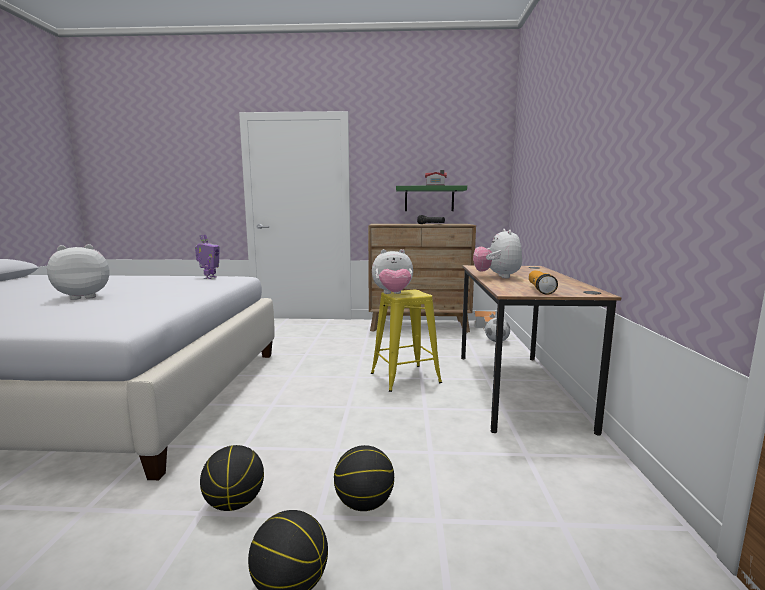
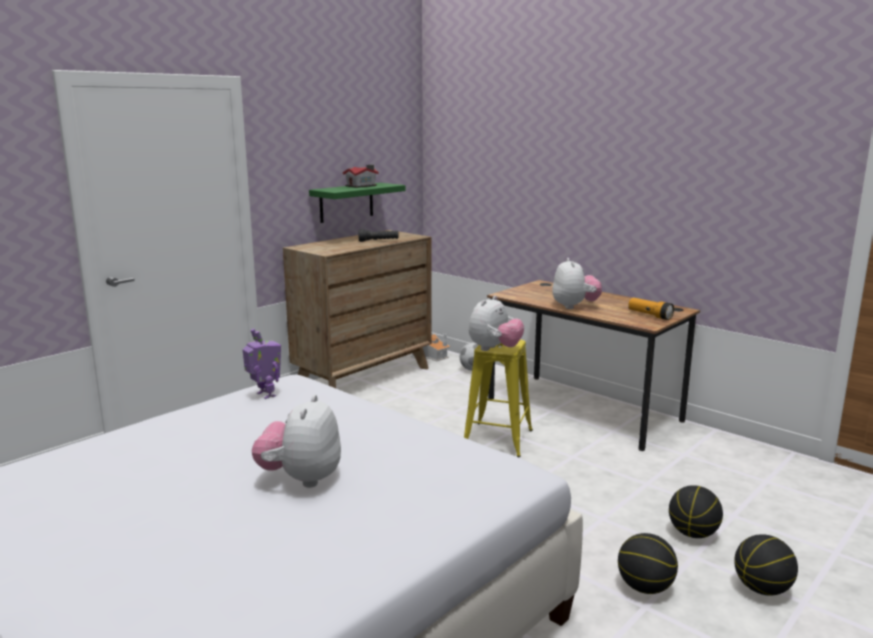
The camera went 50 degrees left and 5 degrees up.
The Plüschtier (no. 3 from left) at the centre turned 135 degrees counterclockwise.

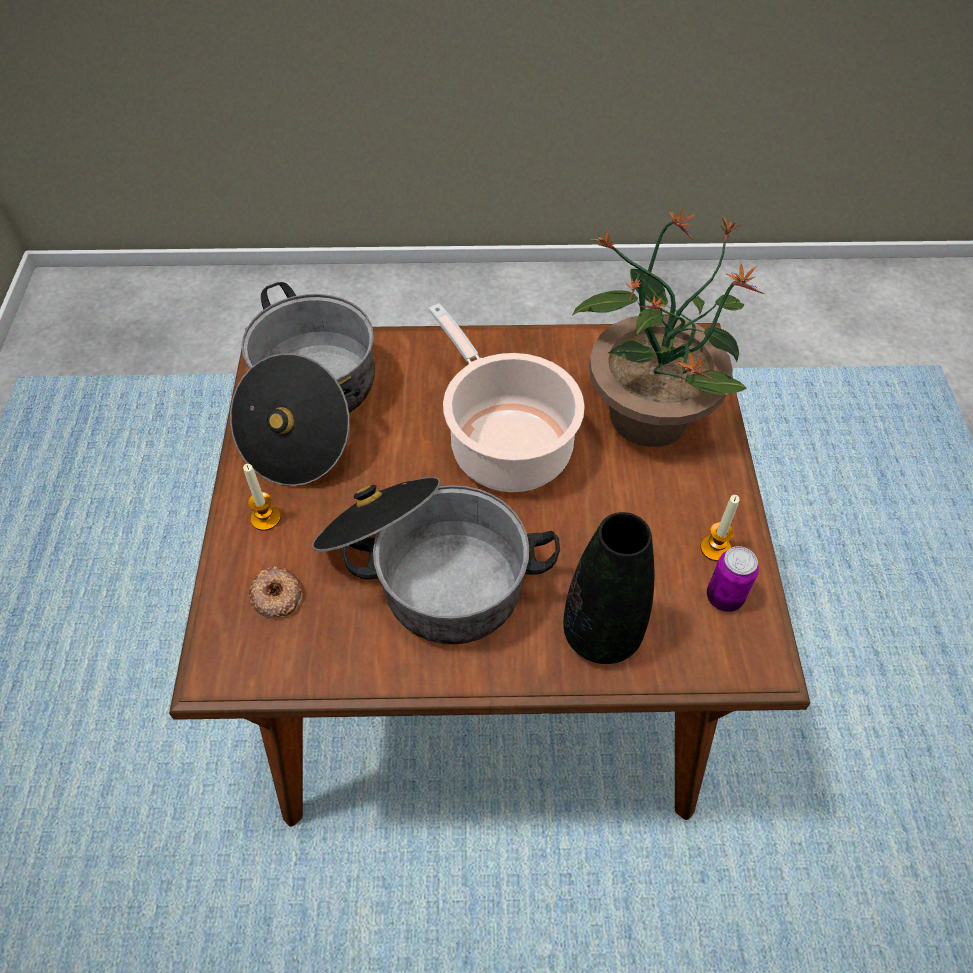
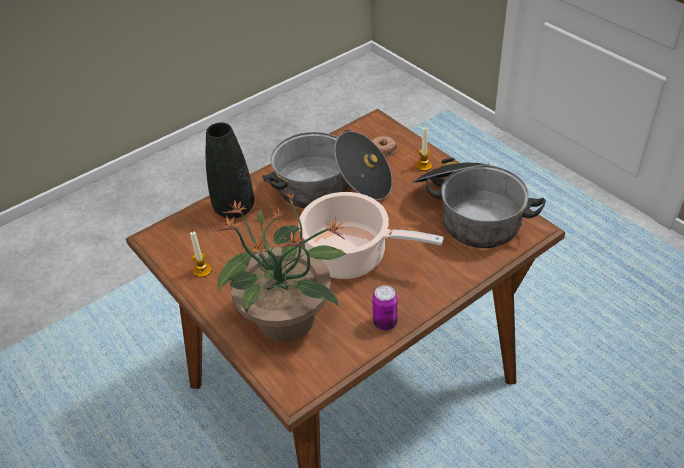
The camera went 145 degrees right and 10 degrees down.
The Dose moved from the middle right to the centre.

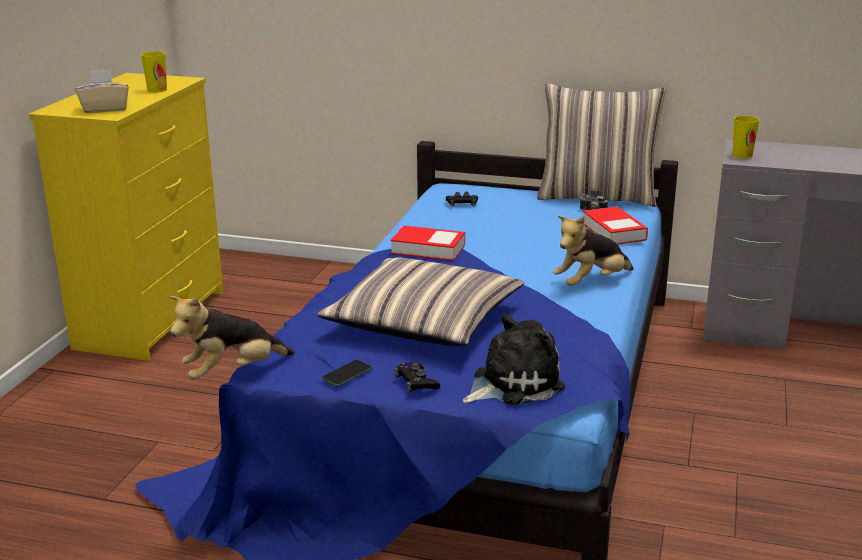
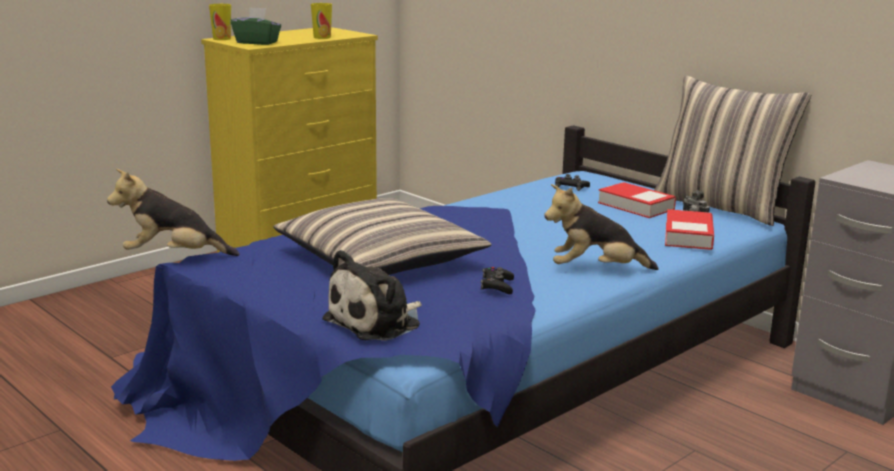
The camera went 30 degrees right and 5 degrees down.
The Tasse (no. 2 from left in the first image) moved from the top right to the top left.
The Taschentuchbox/beige at the top left became the Taschentuchbox/grün at the top left.
The Plüschtier (no. 2 from left) at the centre turned 135 degrees clockwise.
The Gamepad/schwarz (no. 1 from left) moved from the bottom centre to the centre.
The Buch (no. 1 from left) moved from the centre to the middle right.
The Handy at the centre disappeared.

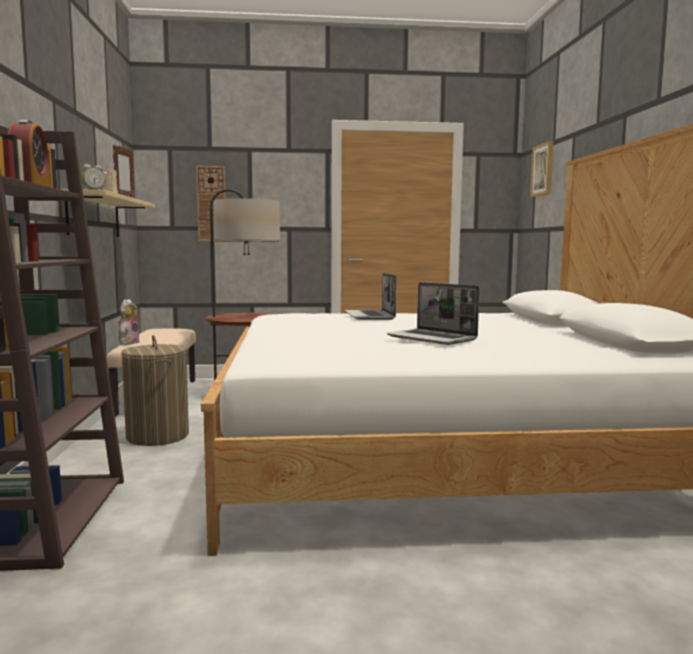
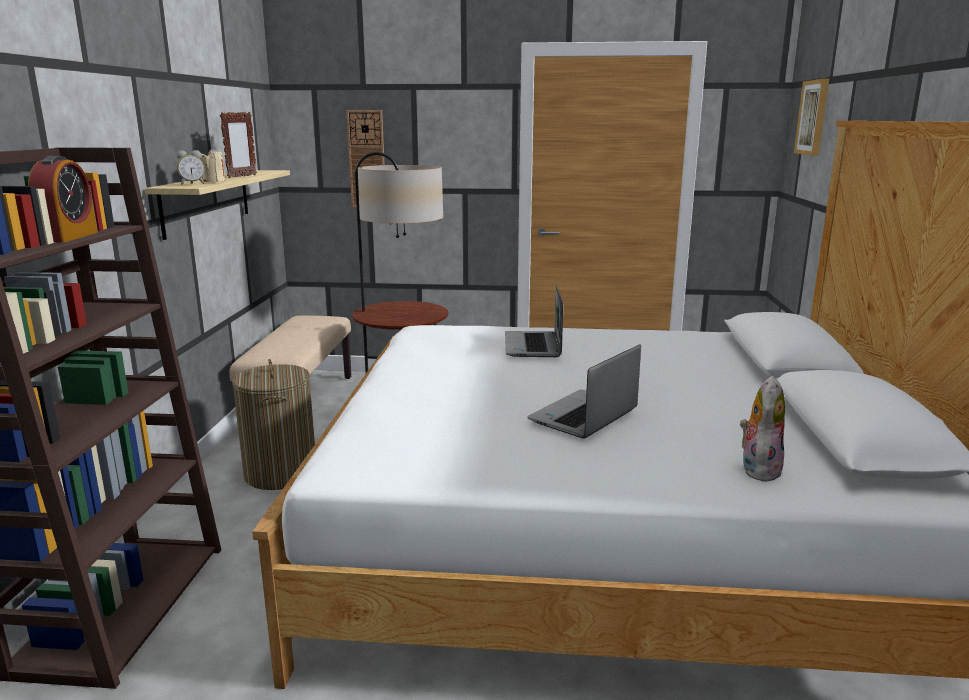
The camera went 10 degrees right and 10 degrees up.
The Laptop (no. 2 from left) at the centre turned 75 degrees clockwise.
The Plüschtier moved from the middle left to the middle right.

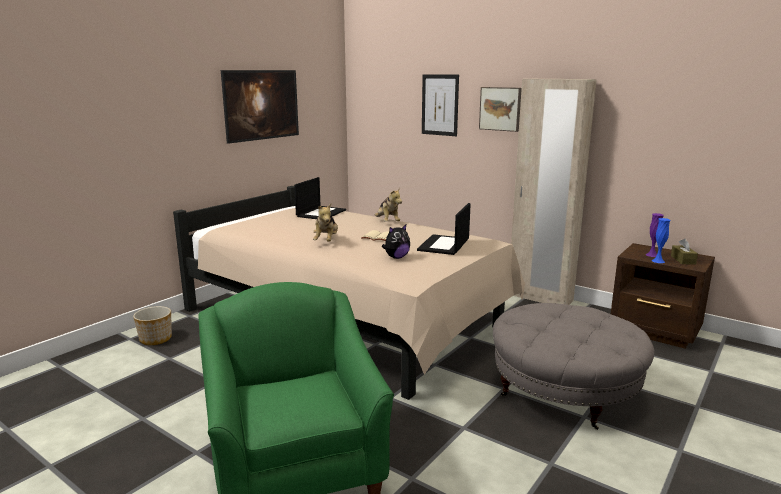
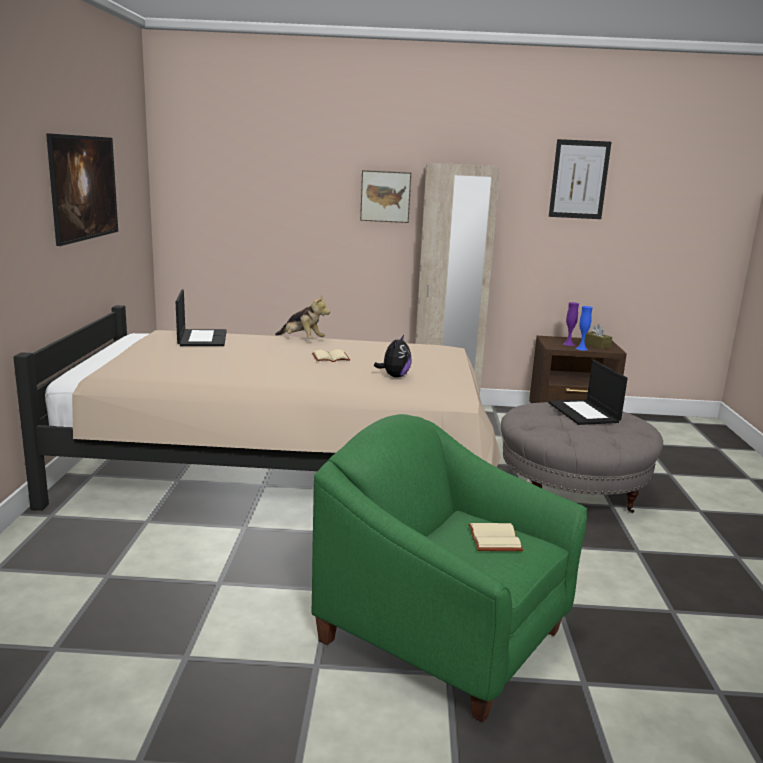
The camera went 35 degrees left and 0 degrees up.
The Buch/beige (no. 2 from left) at the bottom centre appeared.
The Bild (no. 2 from left in the first image) moved from the top centre to the top right.
The Laptop (no. 2 from left) moved from the centre to the middle right.
The Pflanzkübel at the middle left disappeared.
The Plüschtier (no. 1 from left) at the centre disappeared.

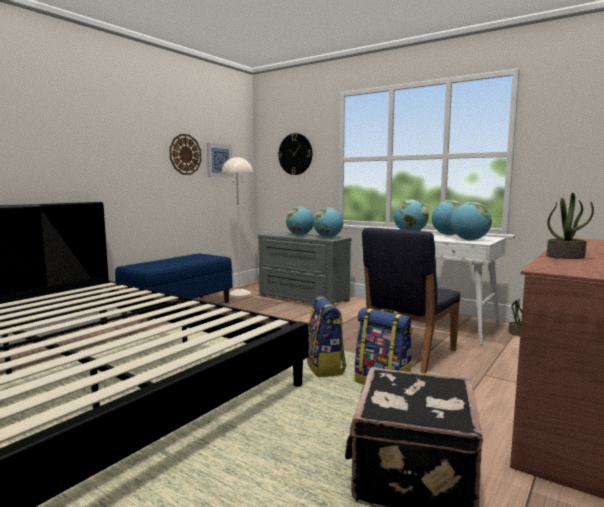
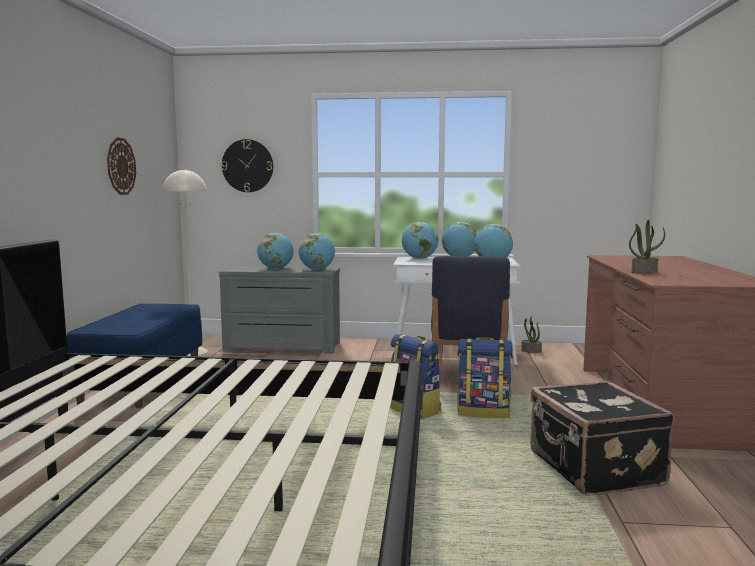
The camera went 30 degrees left and 0 degrees up.
The Bild at the top centre disappeared.

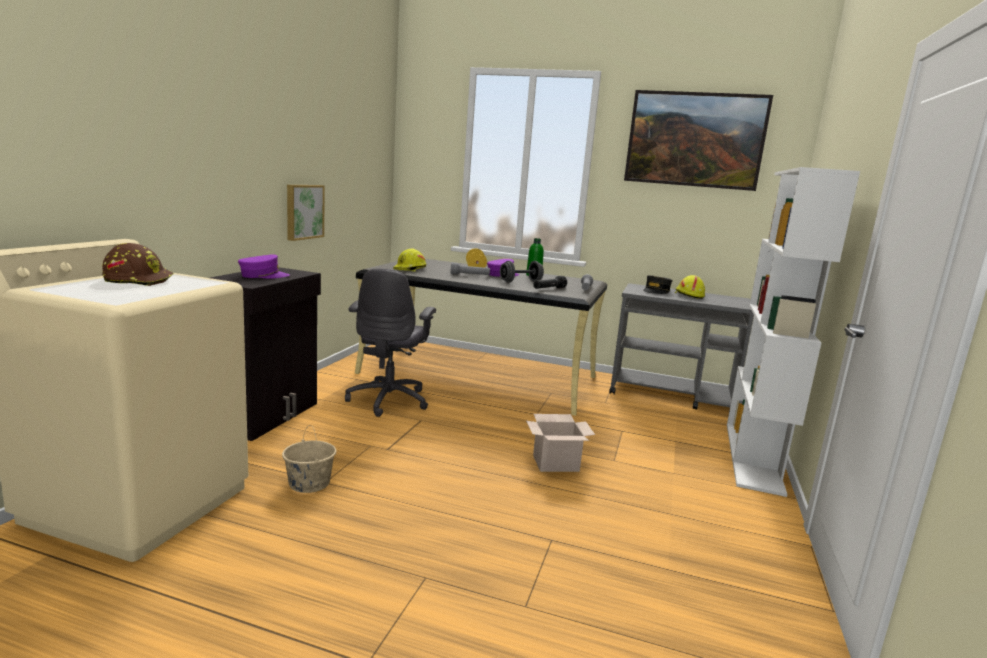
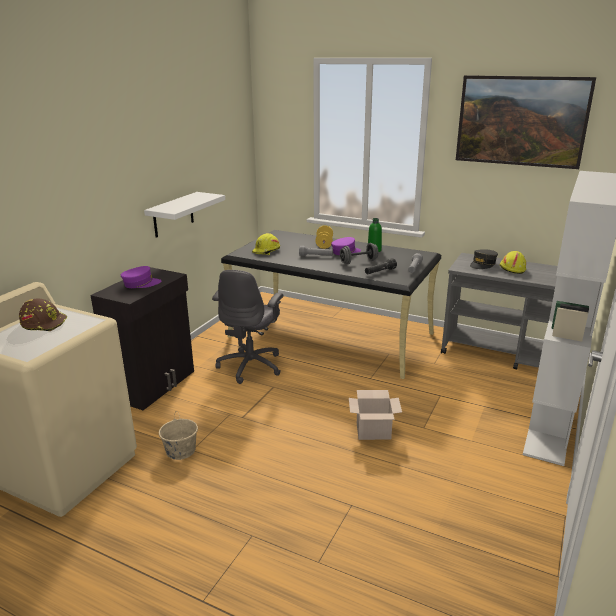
The camera went 10 degrees right and 10 degrees up.
The Bild (no. 1 from left) at the top left was replaced by the Wandregal/weiß at the middle left.

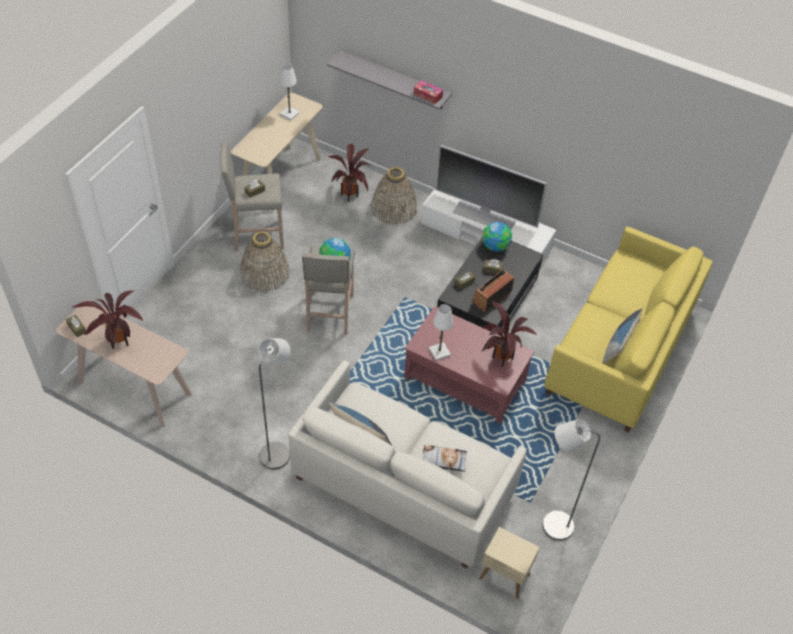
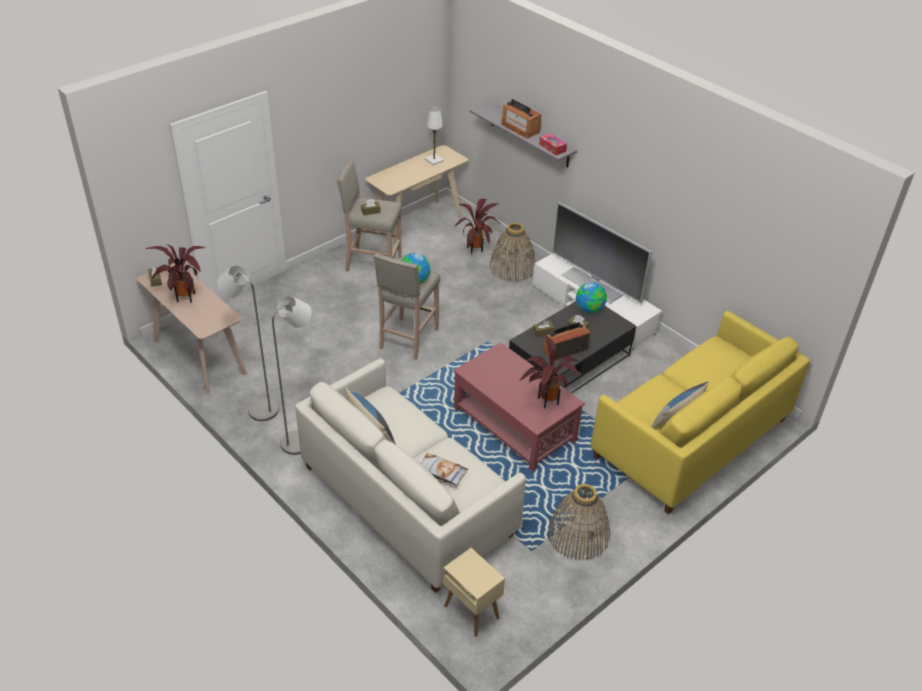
The camera went 20 degrees right and 10 degrees down.
The Stehlampe/grau (no. 2 from left in the first image) moved from the bottom right to the middle left.
The Radio (no. 1 from left) at the top centre appeared.
The Korb (no. 1 from left in the first image) moved from the centre to the bottom centre.
The Tischlampe/weiß (no. 2 from left) at the centre disappeared.

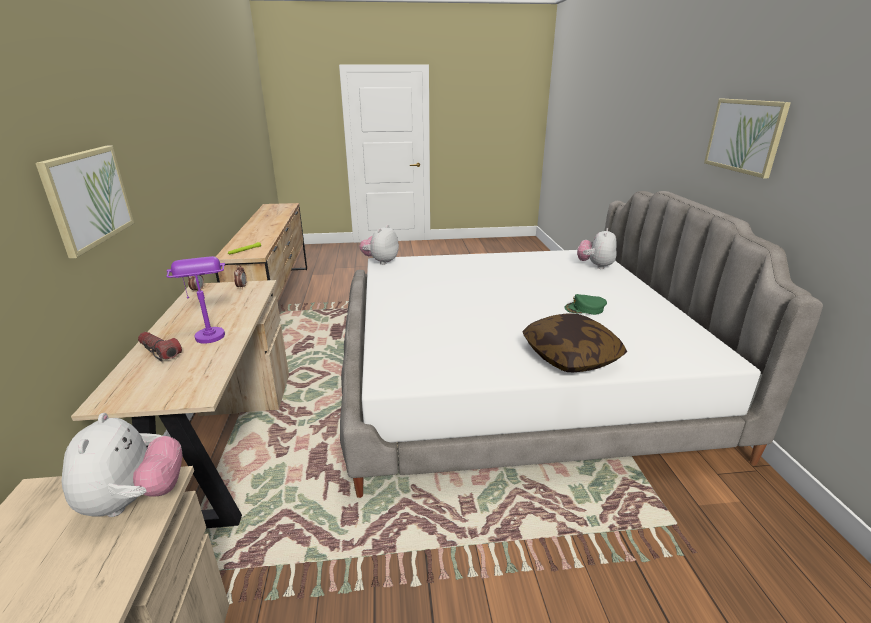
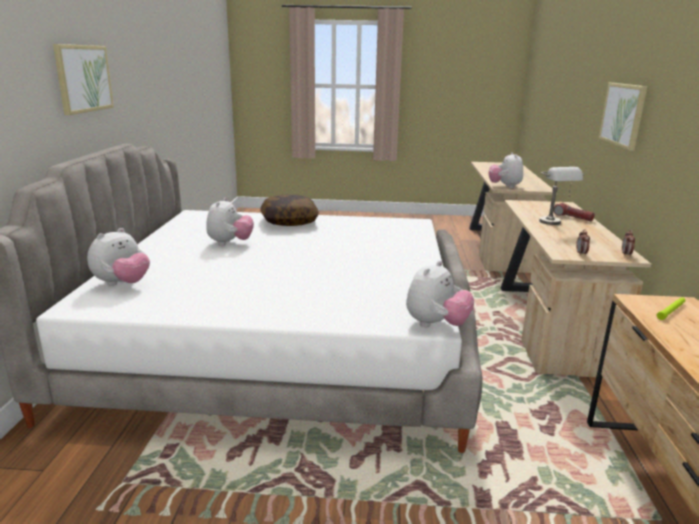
The camera went 170 degrees left and 5 degrees down.
The Kappe/grün at the middle right was replaced by the Plüschtier (no. 2 from left) at the middle left.
The Tischlampe/lila at the middle left became the Tischlampe/grau at the middle right.

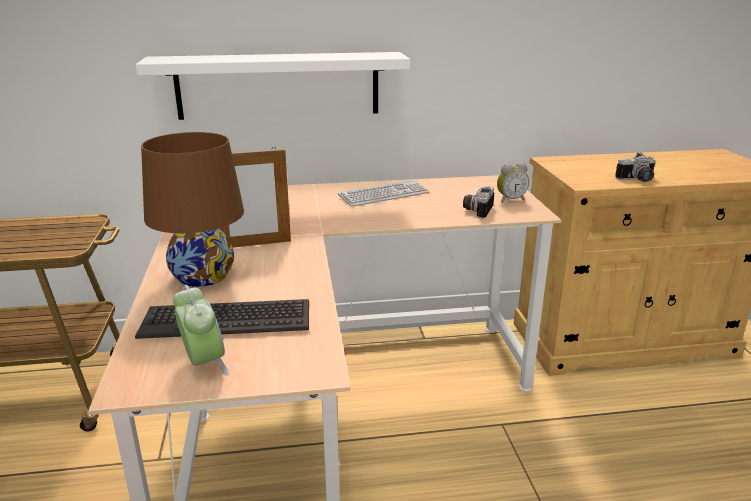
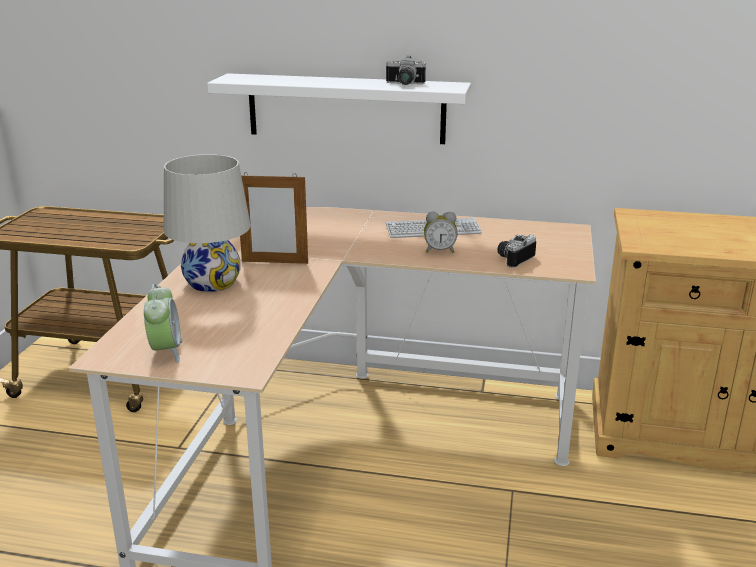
The camera went 20 degrees right and 0 degrees up.
The Tischlampe/braun at the middle left became the Tischlampe/weiß at the middle left.
The Kamera (no. 2 from left in the first image) moved from the middle right to the top centre.
The Wecker (no. 2 from left) moved from the middle right to the centre.
The Tastatur (no. 1 from left) at the middle left disappeared.

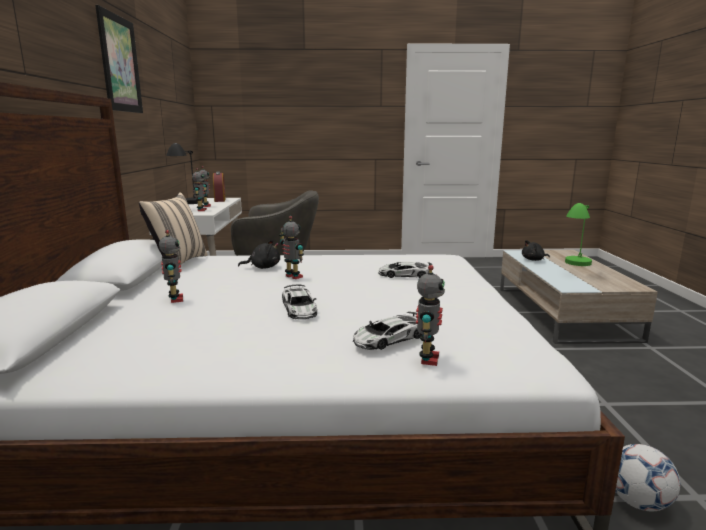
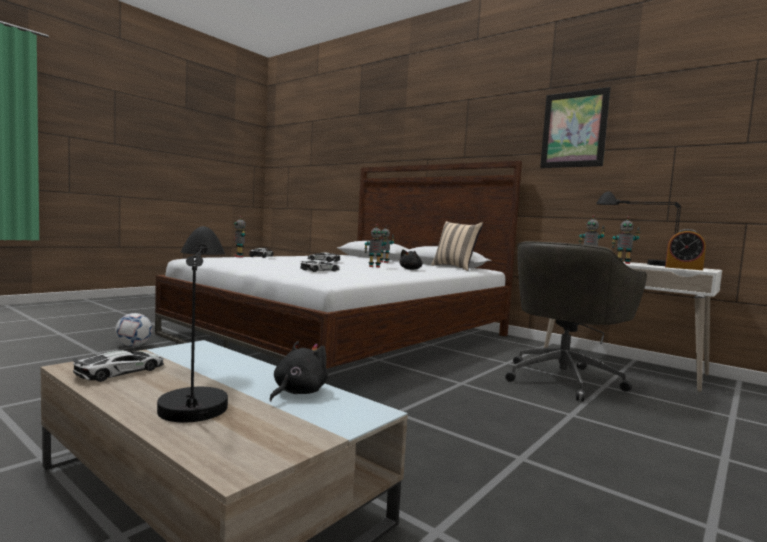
The camera went 130 degrees right and 10 degrees down.
The Spielzeugauto (no. 1 from left) at the bottom left appeared.
The Tischlampe/grün at the middle right became the Tischlampe/schwarz (no. 1 from left) at the middle left.

